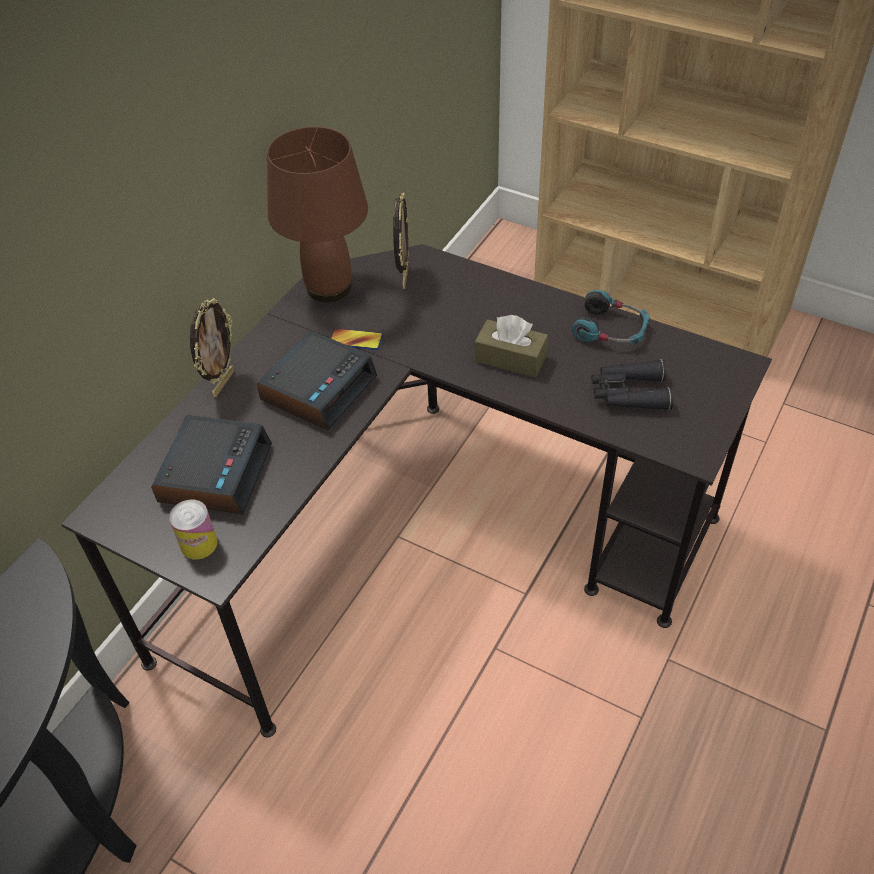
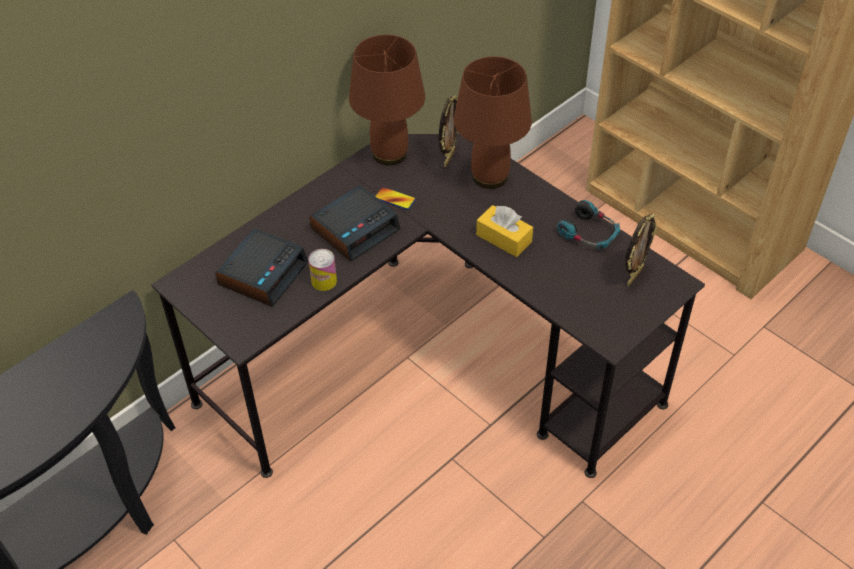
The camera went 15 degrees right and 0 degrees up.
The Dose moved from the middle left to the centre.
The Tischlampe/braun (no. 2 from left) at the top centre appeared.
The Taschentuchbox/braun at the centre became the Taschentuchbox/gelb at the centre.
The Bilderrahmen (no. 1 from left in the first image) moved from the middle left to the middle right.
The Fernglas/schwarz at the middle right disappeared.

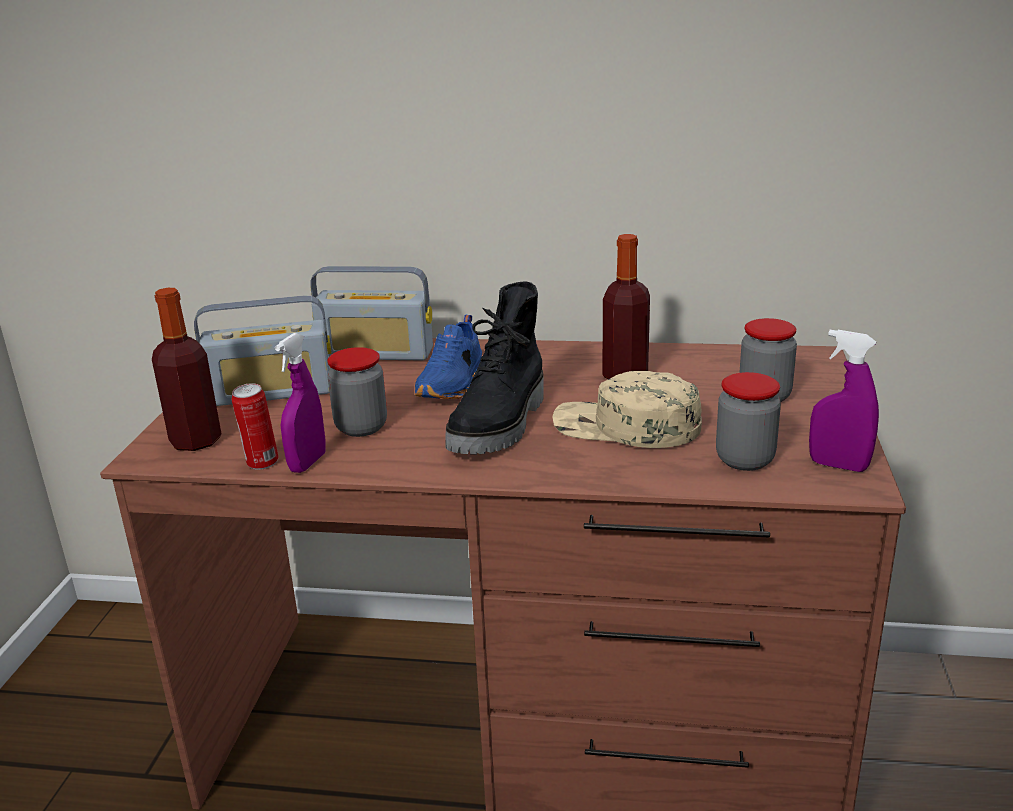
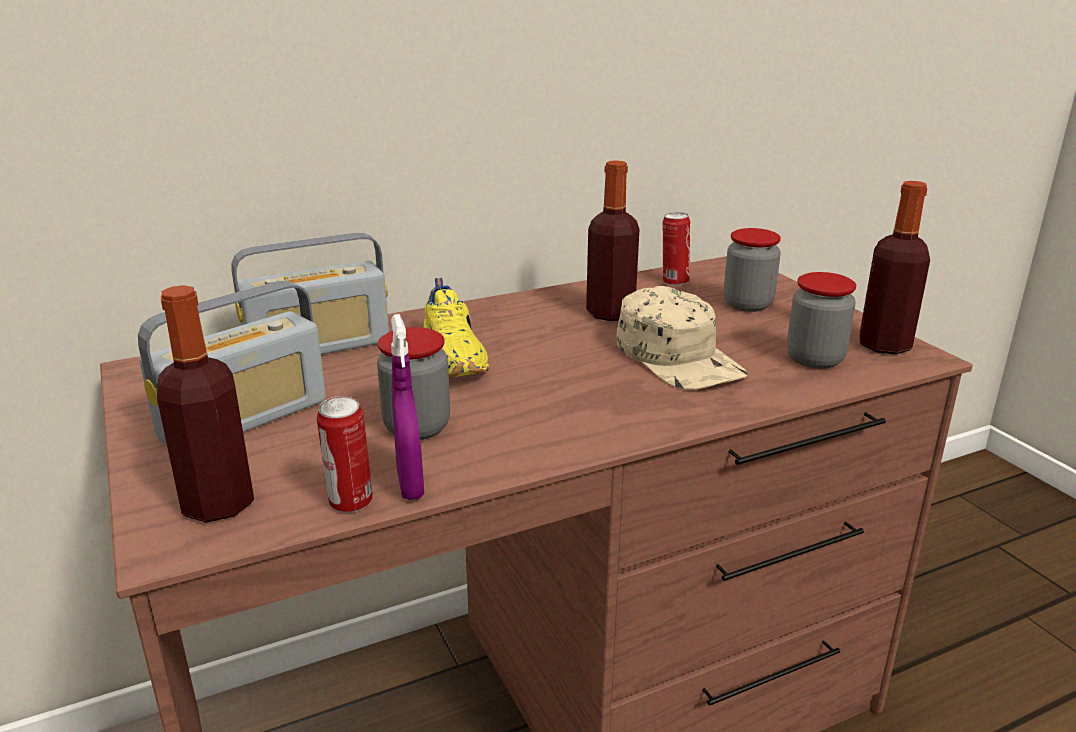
The camera went 35 degrees left and 0 degrees up.
The Schuh/blau at the centre became the Schuh/gelb at the centre.
The Kappe/beige at the centre turned 105 degrees counterclockwise.
The Dose (no. 2 from left) at the centre appeared.
The Sprühflasche/lila (no. 2 from left) at the middle right was replaced by the Flasche (no. 3 from left) at the middle right.
The Stiefel/schwarz at the centre disappeared.

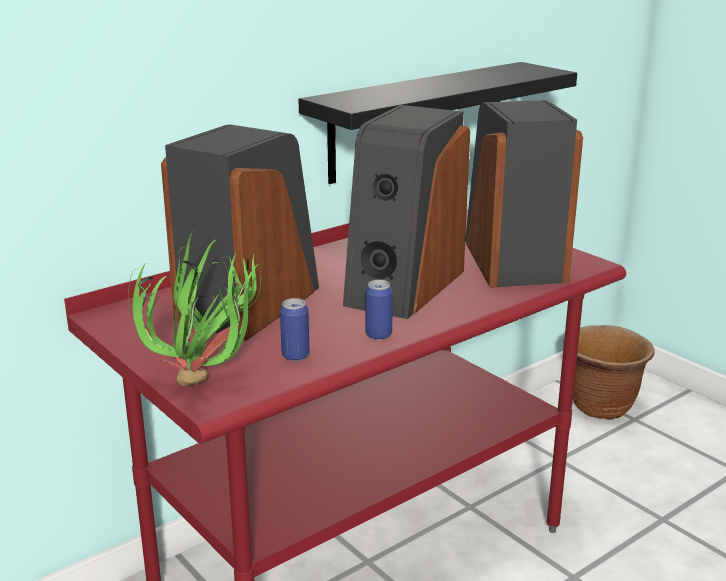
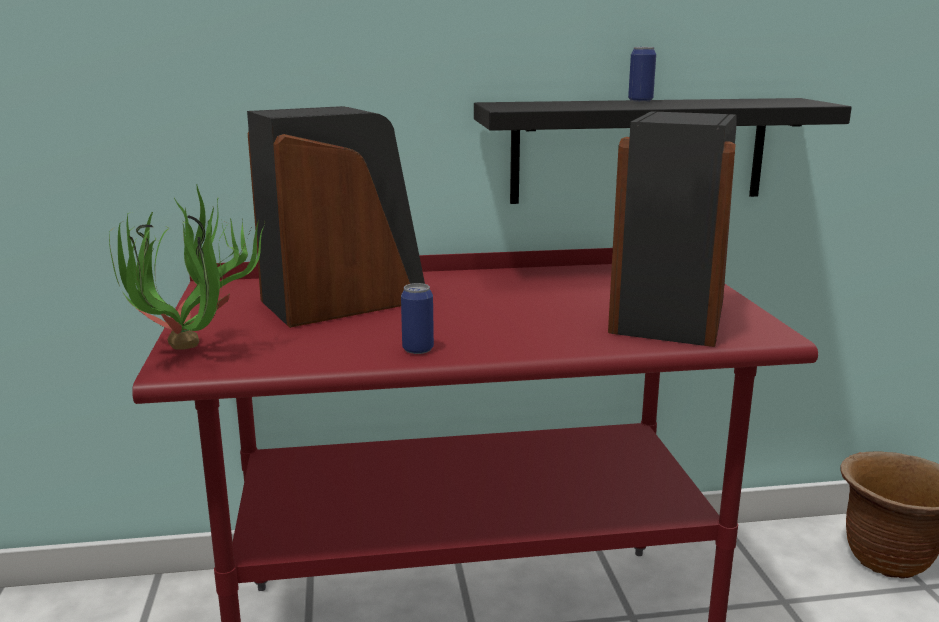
The camera went 30 degrees right and 5 degrees down.
The Dose (no. 1 from left in the first image) moved from the centre to the top right.
The Lautsprecher (no. 2 from left) at the centre disappeared.

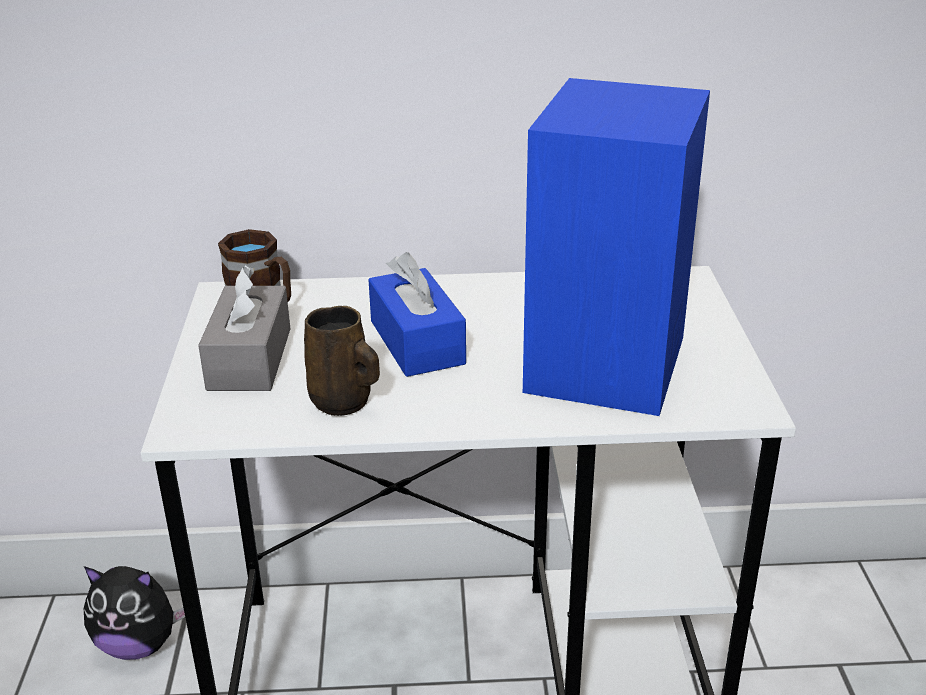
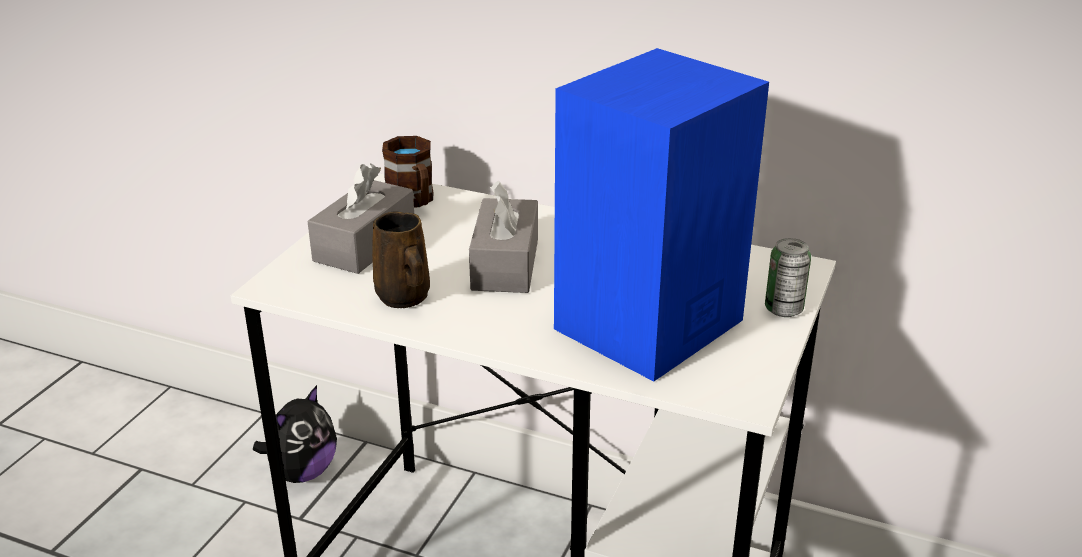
The camera went 25 degrees right and 0 degrees up.
The Plüschtier at the bottom left turned 90 degrees counterclockwise.
The Taschentuchbox/blau at the centre became the Taschentuchbox/grau (no. 2 from left) at the centre.
The Dose at the middle right appeared.

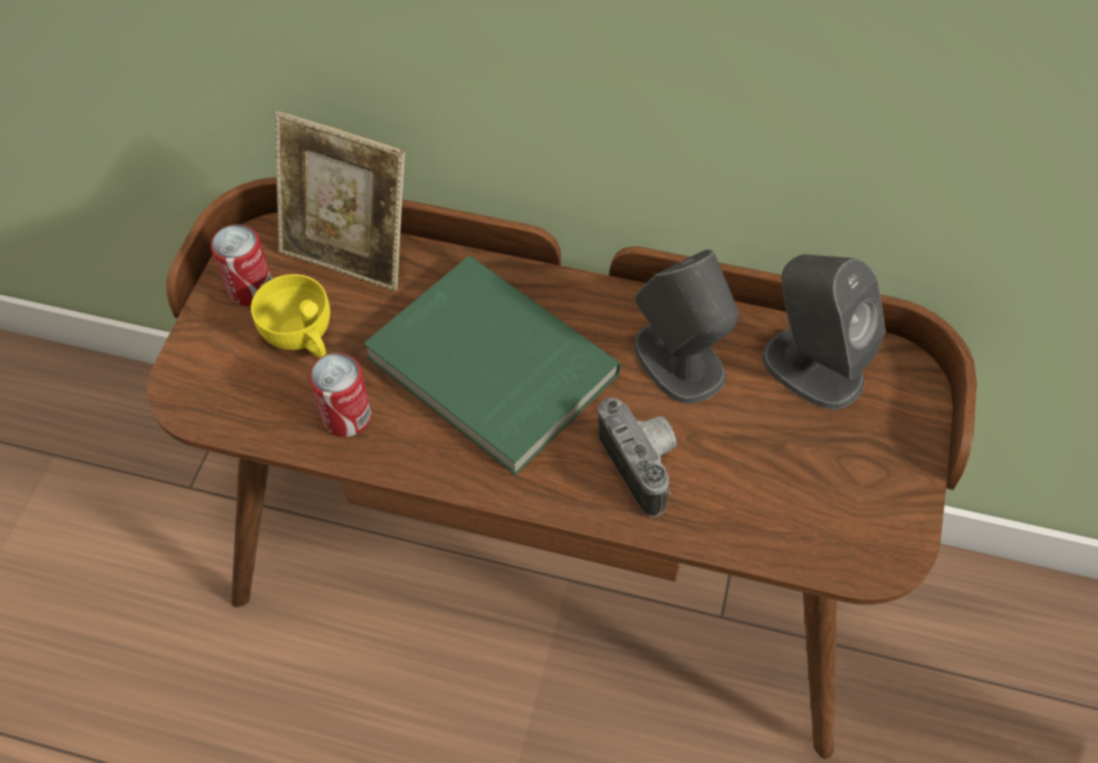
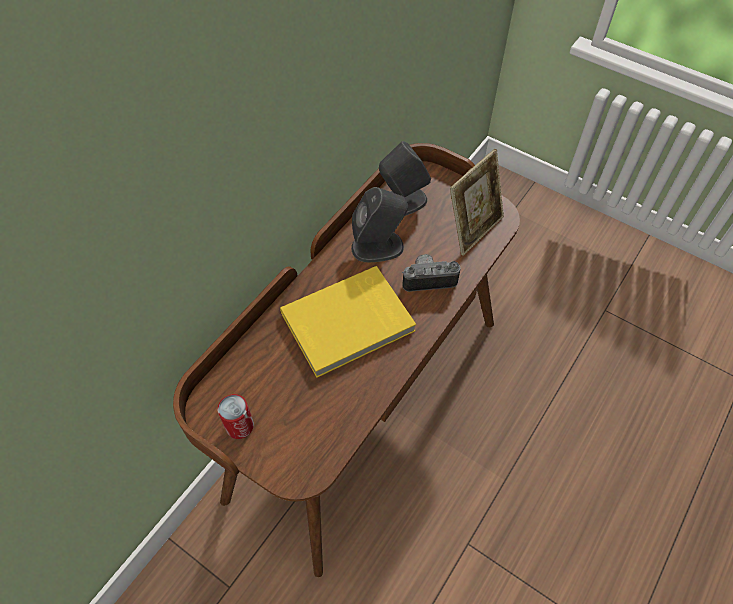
The camera went 70 degrees left and 0 degrees up.
The Buch/grün at the centre became the Buch/gelb at the centre.
The Bilderrahmen moved from the top left to the centre.
The Tasse/gelb at the middle left disappeared.
The Dose (no. 2 from left) at the middle left disappeared.

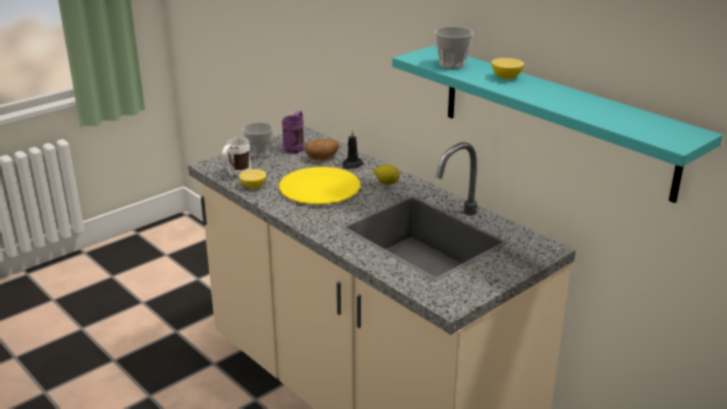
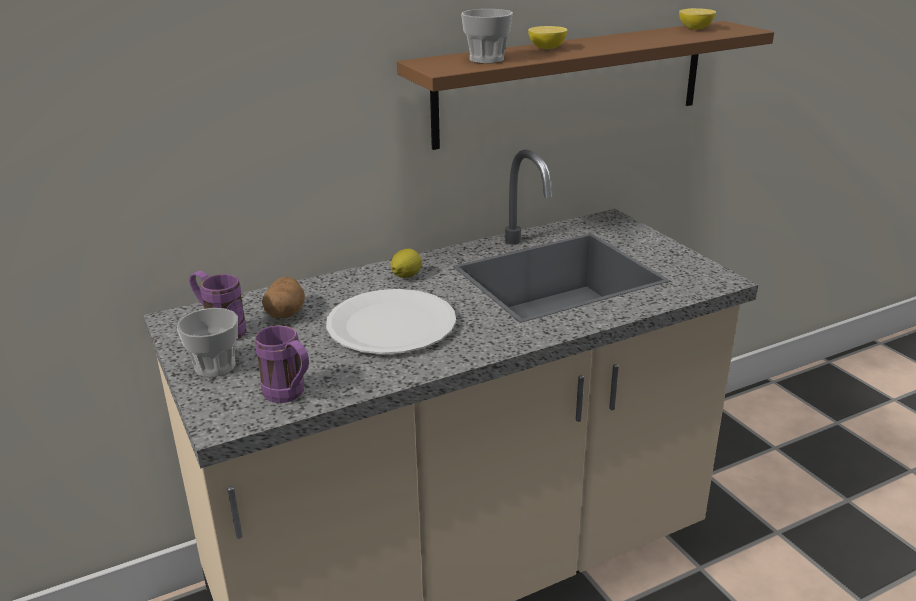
The camera went 75 degrees left and 0 degrees up.
The Henkelbecher/weiß at the middle left became the Henkelbecher/lila (no. 2 from left) at the middle left.
The Teller/gelb at the centre became the Teller/weiß at the centre.
The Wandregal/türkis at the top right became the Wandregal/braun at the top centre.
The Zitrone (no. 1 from left in the first image) moved from the centre to the top right.
The Kerze/schwarz at the centre disappeared.

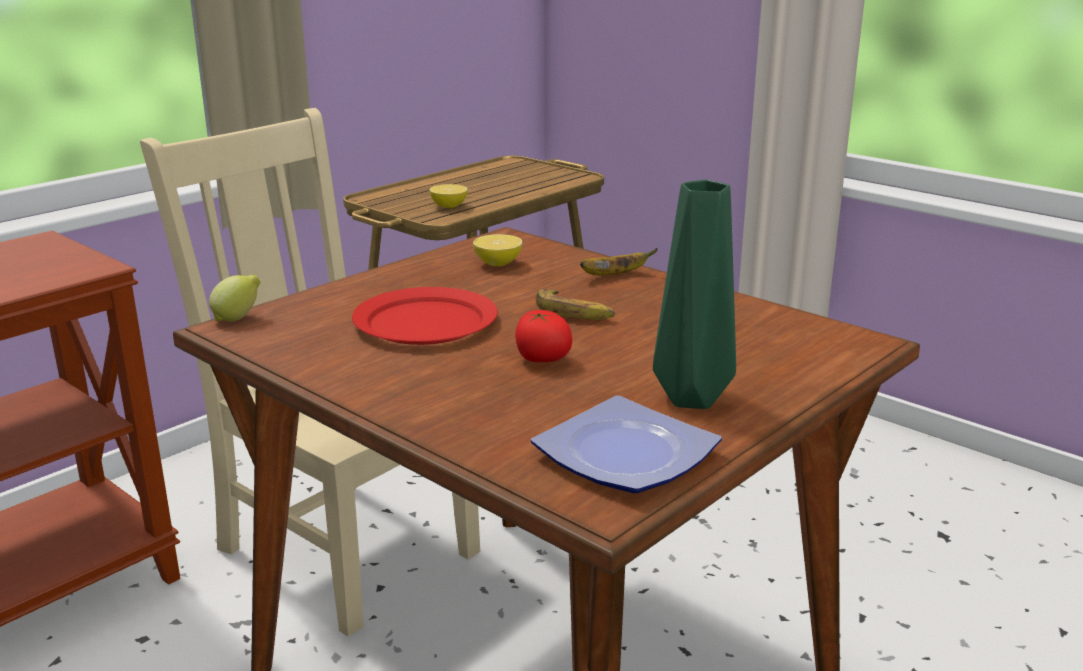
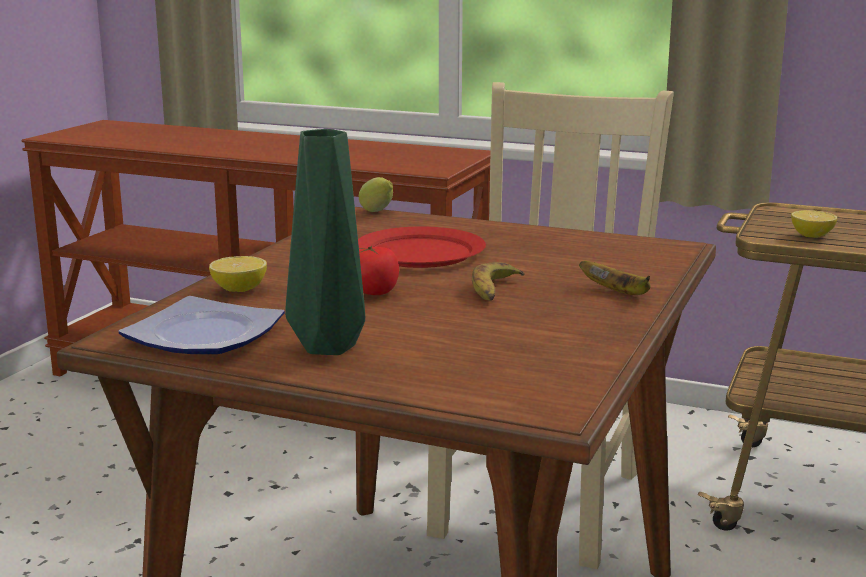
The camera went 70 degrees right and 5 degrees down.
The Zitrone (no. 3 from left in the first image) moved from the centre to the middle left.

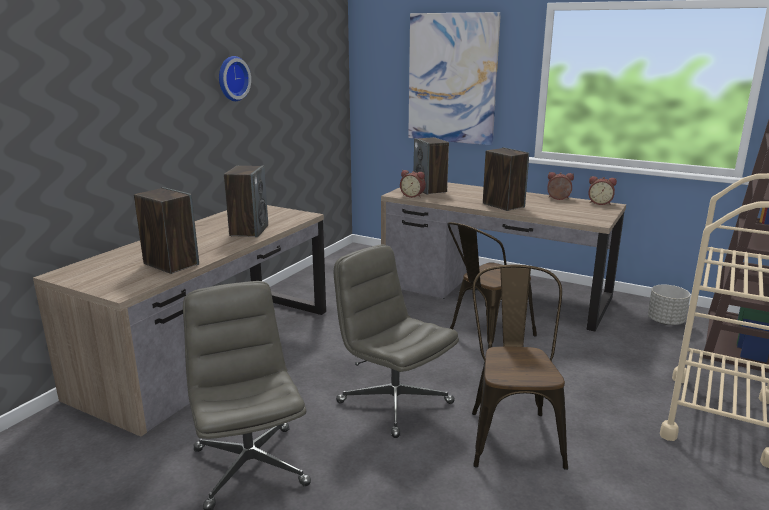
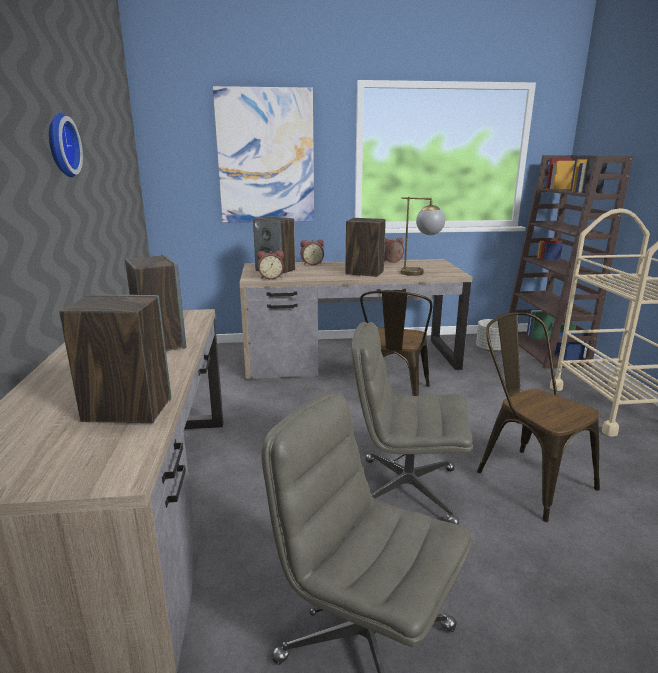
The camera went 35 degrees left and 0 degrees up.
The Wecker (no. 3 from left in the first image) moved from the middle right to the centre.
The Tischlampe at the centre appeared.

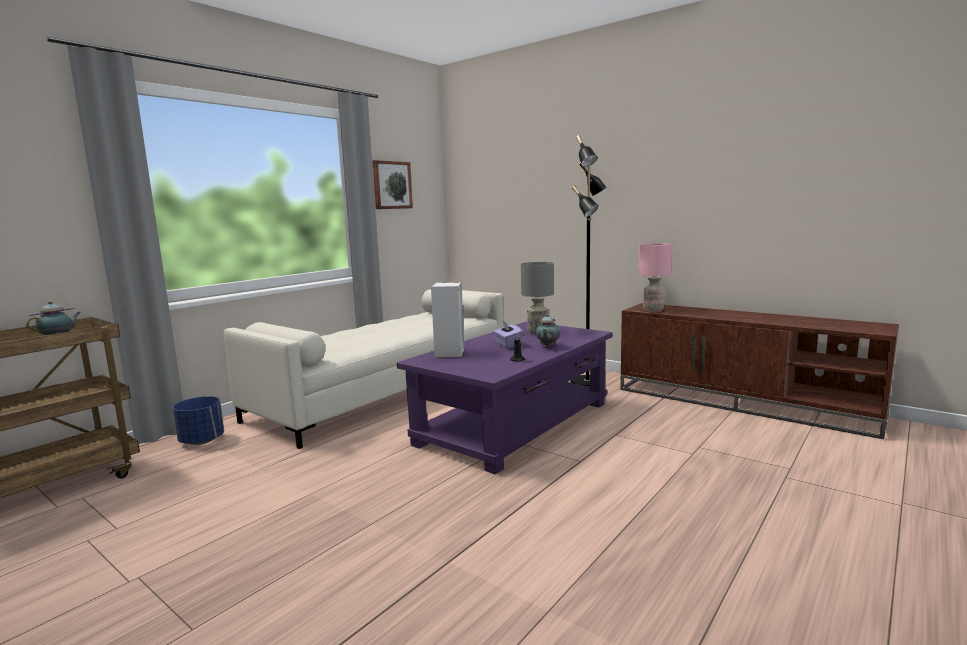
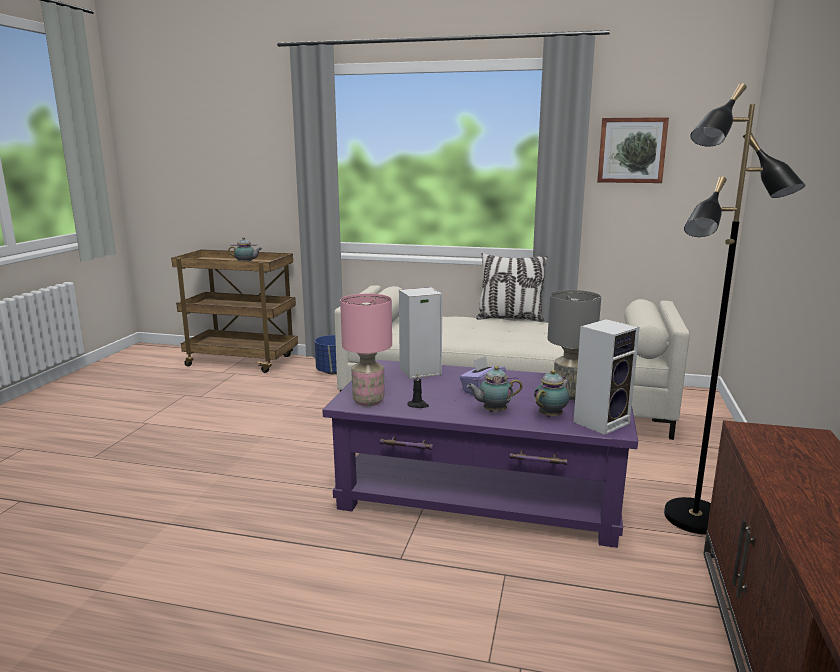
The camera went 65 degrees right and 5 degrees up.
The Tischlampe/rosa moved from the middle right to the centre.
The Kissen at the centre appeared.
The Teekanne (no. 3 from left) at the centre appeared.
The Lautsprecher (no. 2 from left) at the middle right appeared.

